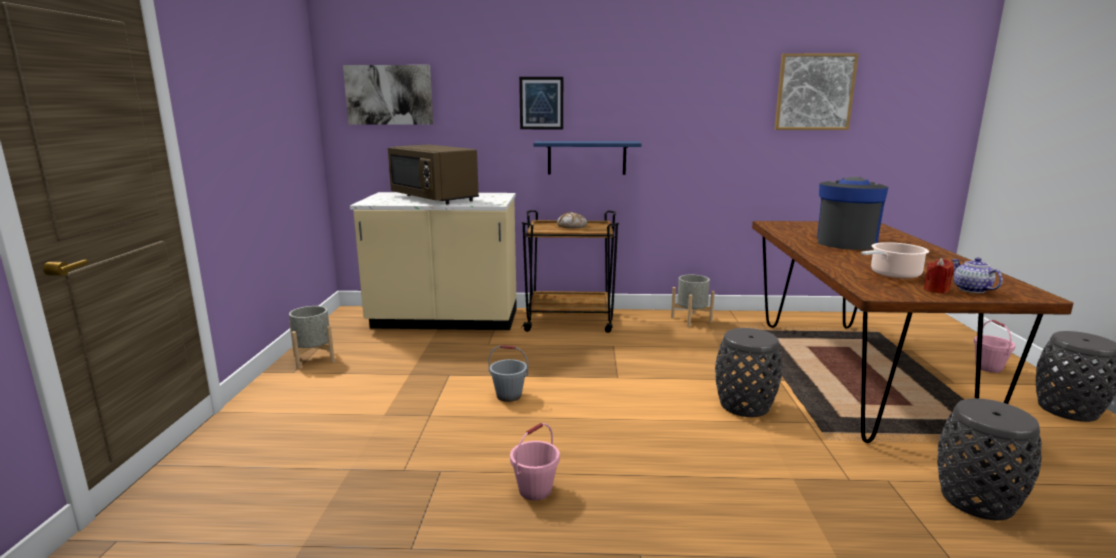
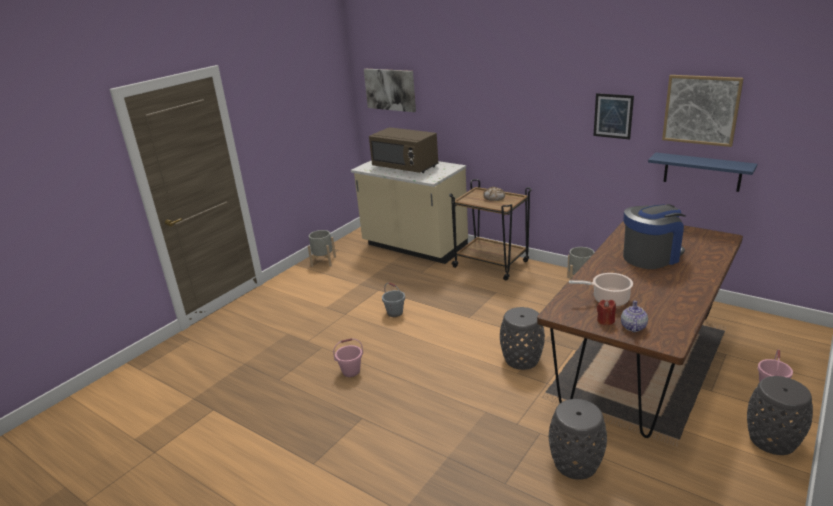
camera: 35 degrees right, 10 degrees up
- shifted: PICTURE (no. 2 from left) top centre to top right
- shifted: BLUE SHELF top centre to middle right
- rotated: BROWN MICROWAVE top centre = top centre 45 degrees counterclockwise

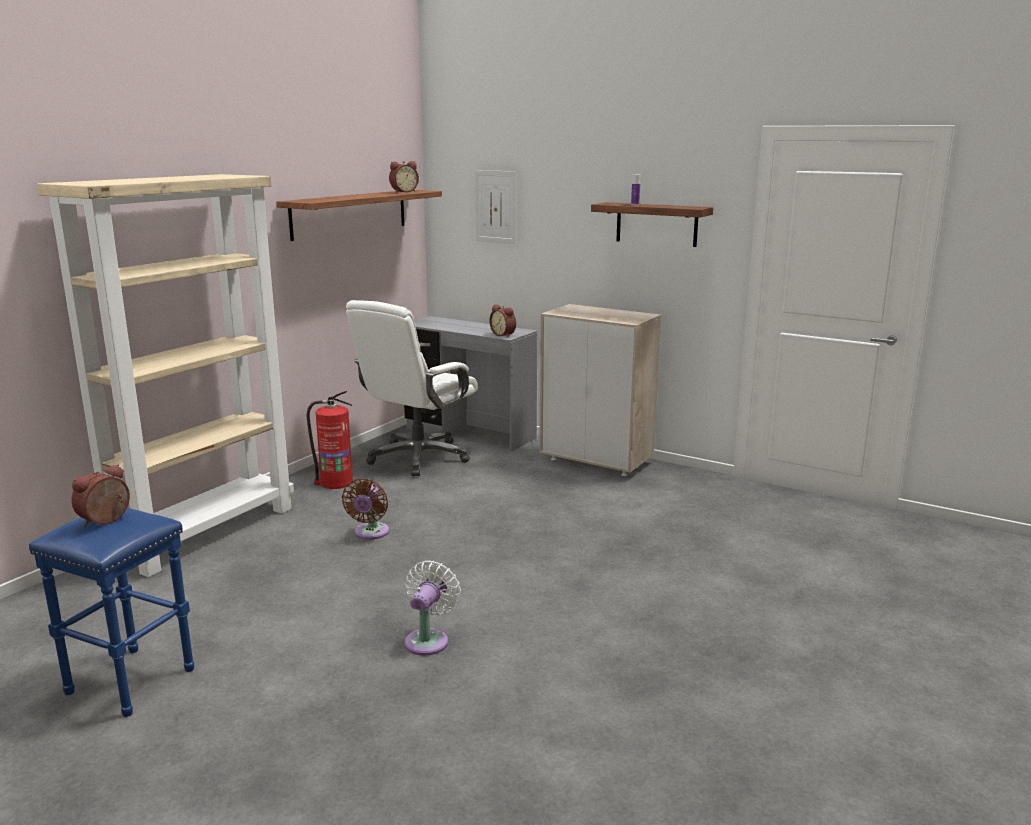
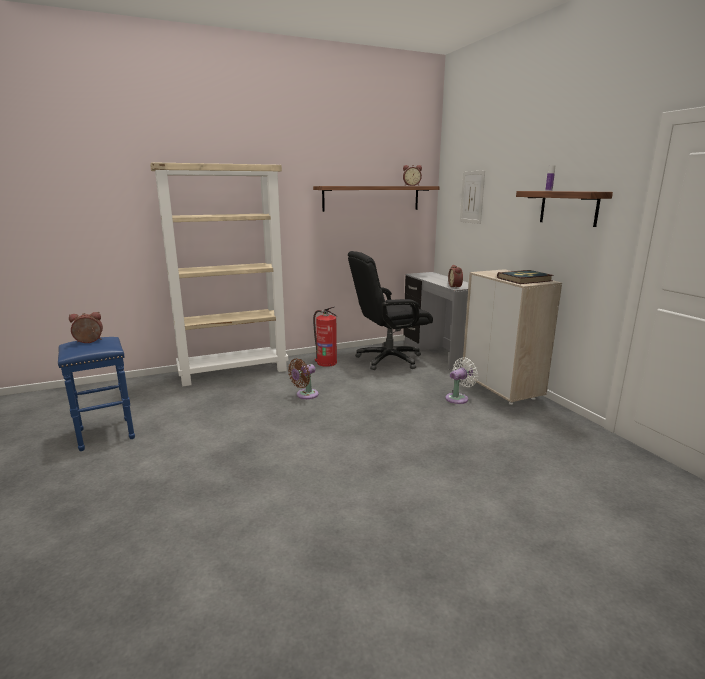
camera: 35 degrees right, 0 degrees up
- new: BOOK middle right
- shifted: WHITE FAN bottom centre to centre
- repainted: WHITE OFFICE CHAIR centre to BLACK OFFICE CHAIR centre

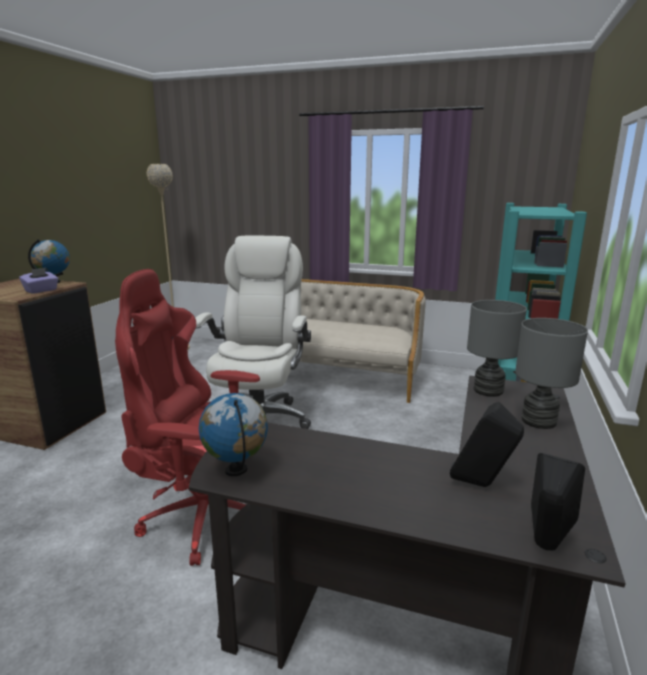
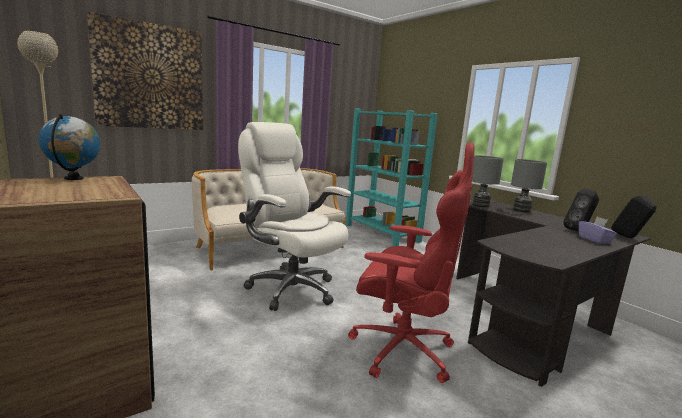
camera: 55 degrees left, 5 degrees down
- gone: GLOBE (no. 2 from left) centre
- new: PICTURE top left
- shifted: PURPLE TISSUE BOX middle left to middle right
- rotated: RED OFFICE CHAIR middle left = centre 120 degrees counterclockwise

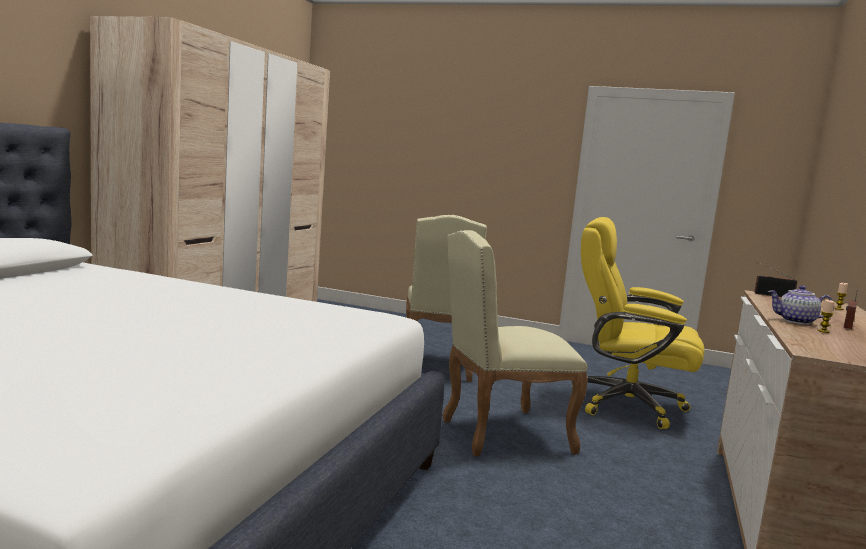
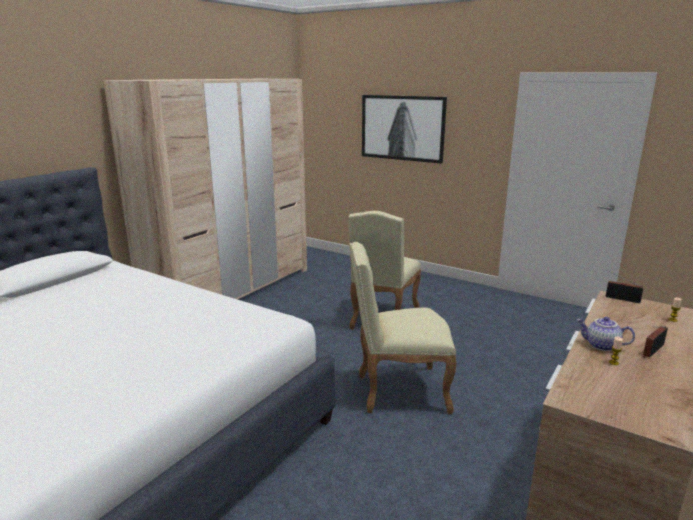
camera: 15 degrees right, 10 degrees up
- gone: YELLOW OFFICE CHAIR middle right
- new: PICTURE top centre

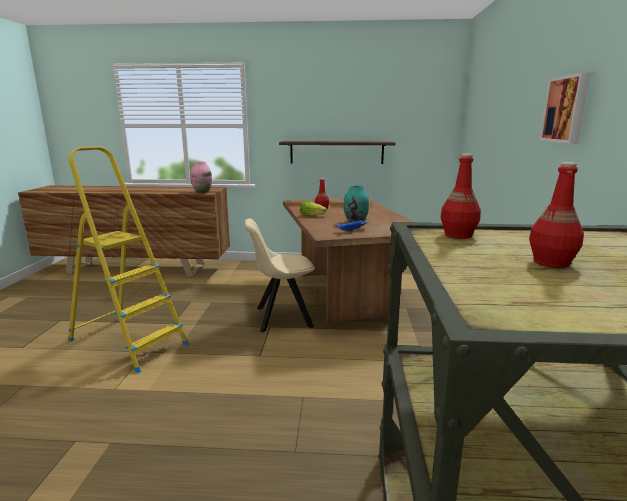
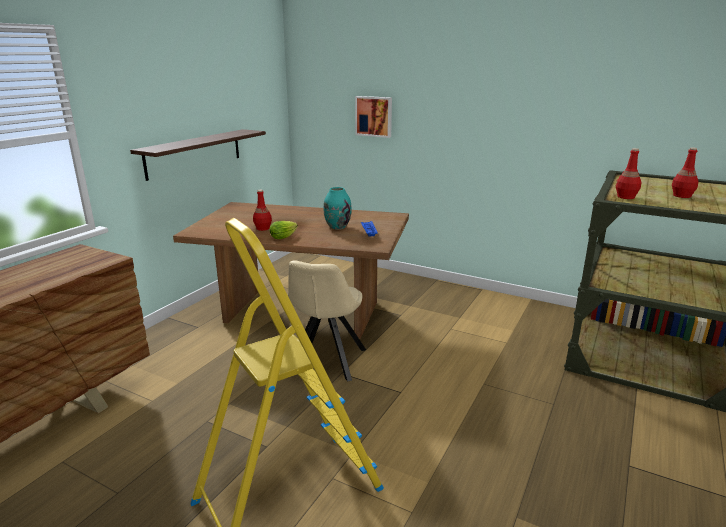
camera: 65 degrees left, 5 degrees up
- gone: PINK VASE middle left
- shifted: PICTURE top right to top centre

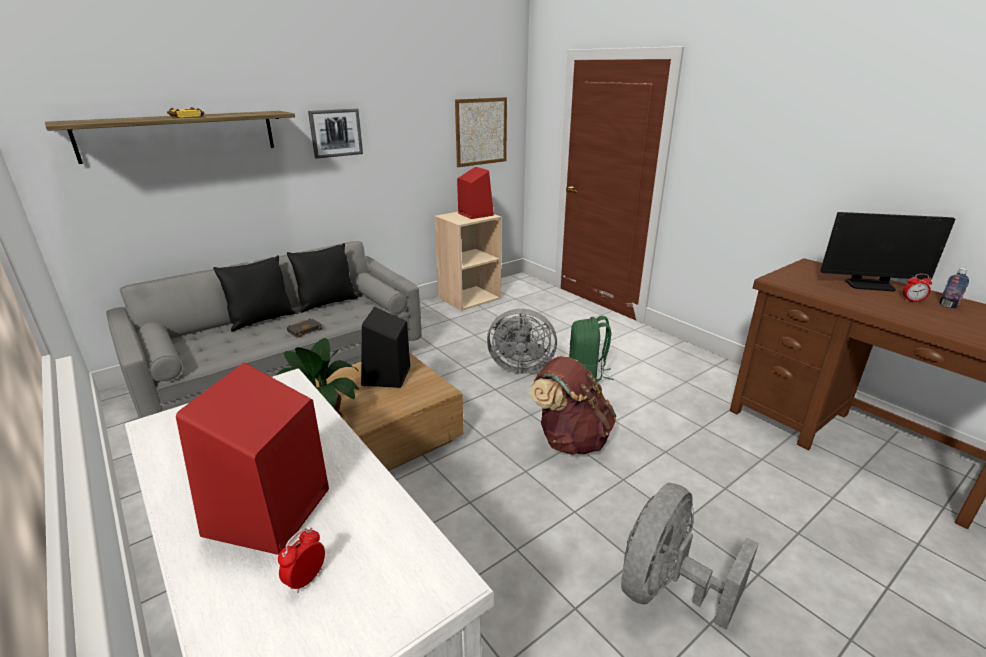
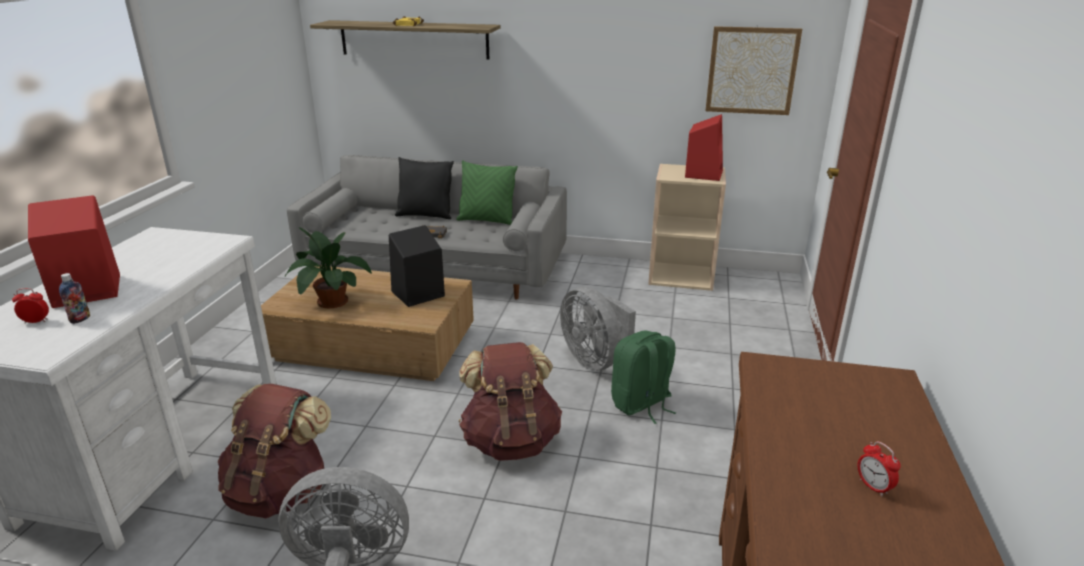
camera: 50 degrees right, 0 degrees up
- gone: PICTURE (no. 1 from left) top centre
- gone: MONITOR middle right
- new: BROWN BACKPACK (no. 1 from left) bottom left
- shifted: BOTTLE middle right to middle left
- repainted: BLACK PILLOW (no. 2 from left) middle left to GREEN PILLOW centre

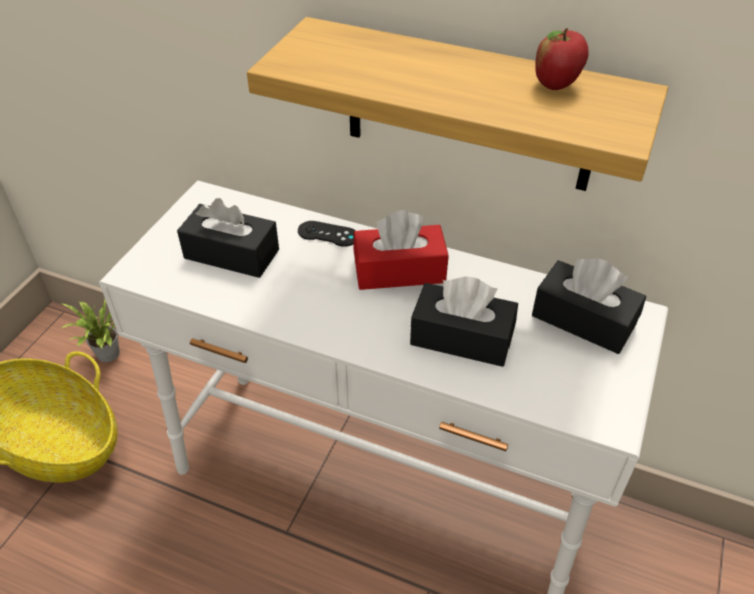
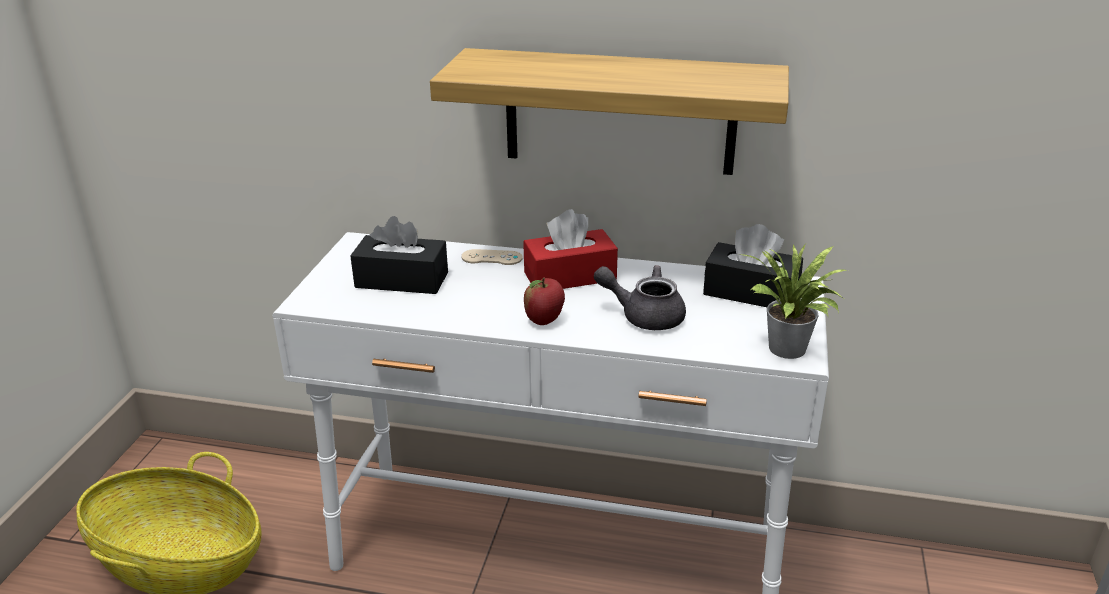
camera: 10 degrees left, 15 degrees down
- shifted: POTTED PLANT middle left to middle right
- shifted: APPLE top right to centre
- swapped: BLACK TISSUE BOX (no. 2 from left) centre to GREY TEAPOT centre
- repainted: BLACK GAME CONTROLLER centre to BEIGE GAME CONTROLLER centre

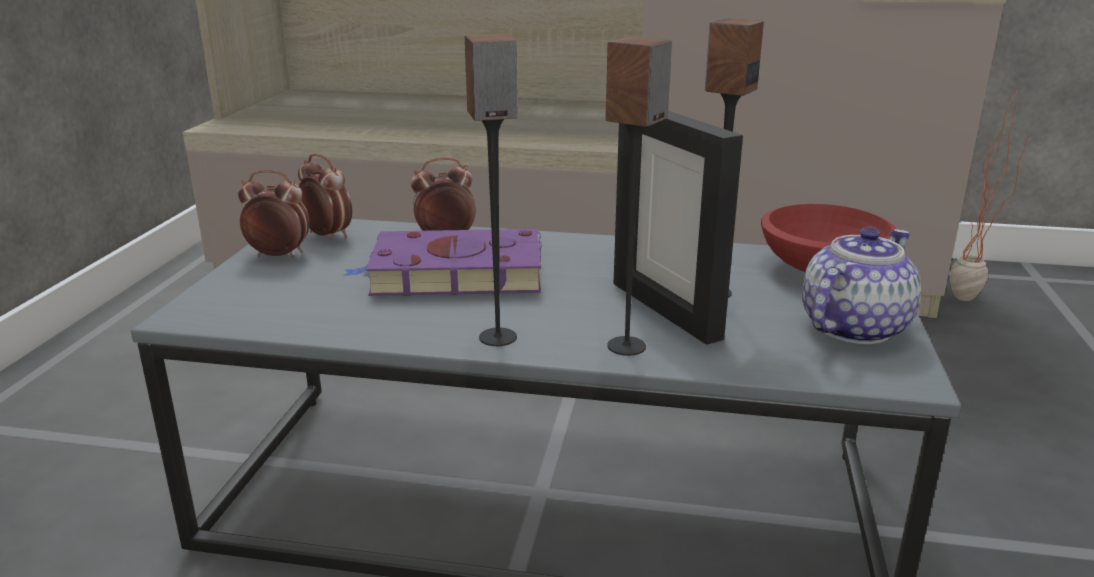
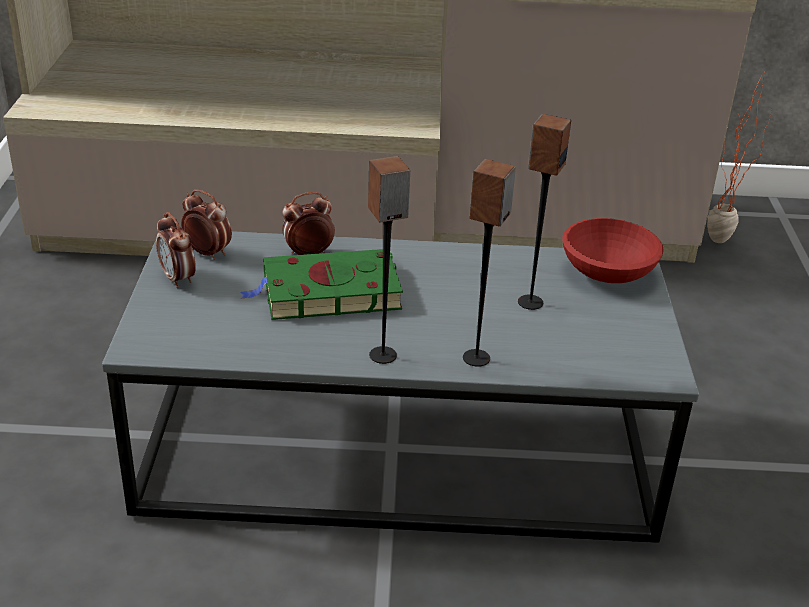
camera: 10 degrees left, 10 degrees up
- gone: PICTURE FRAME centre
- gone: TEAPOT middle right
- repainted: PURPLE BOOK centre to GREEN BOOK centre
- rotated: ALARM CLOCK (no. 1 from left) middle left = middle left 120 degrees counterclockwise

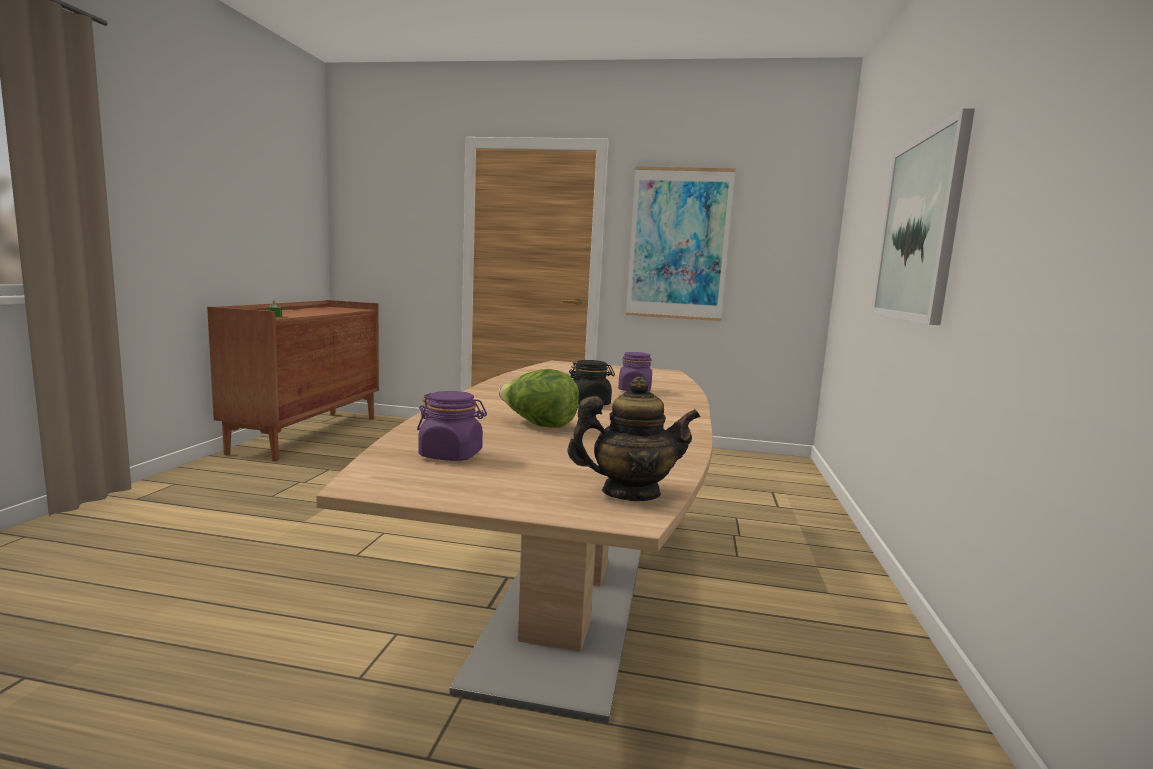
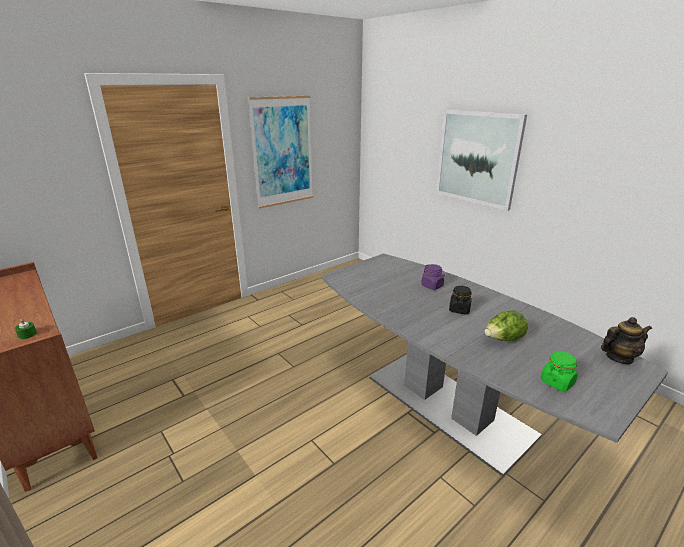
camera: 50 degrees left, 15 degrees up
- repainted: BROWN DINING TABLE bottom centre to GREY DINING TABLE bottom right
- repainted: PURPLE JAR (no. 1 from left) centre to GREEN JAR bottom right
- rotated: TEAPOT centre = middle right 45 degrees clockwise

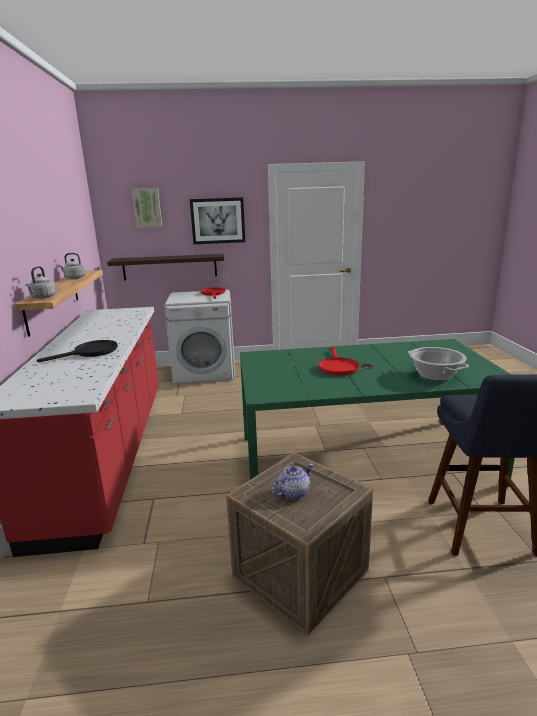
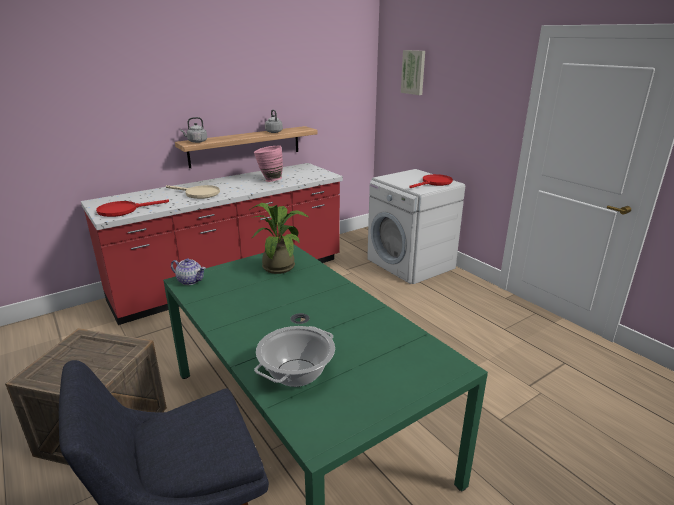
camera: 60 degrees right, 5 degrees up
- gone: SHELF (no. 2 from left) middle left
- gone: PICTURE (no. 2 from left) top centre
- new: POTTED PLANT centre
- new: PINK VASE top centre
- shifted: TEAPOT bottom centre to middle left
- shifted: RED FRYING PAN (no. 2 from left in the first image) centre to RED FRYING PAN (no. 1 from left) middle left
- repainted: BLACK FRYING PAN middle left to BEIGE FRYING PAN middle left

